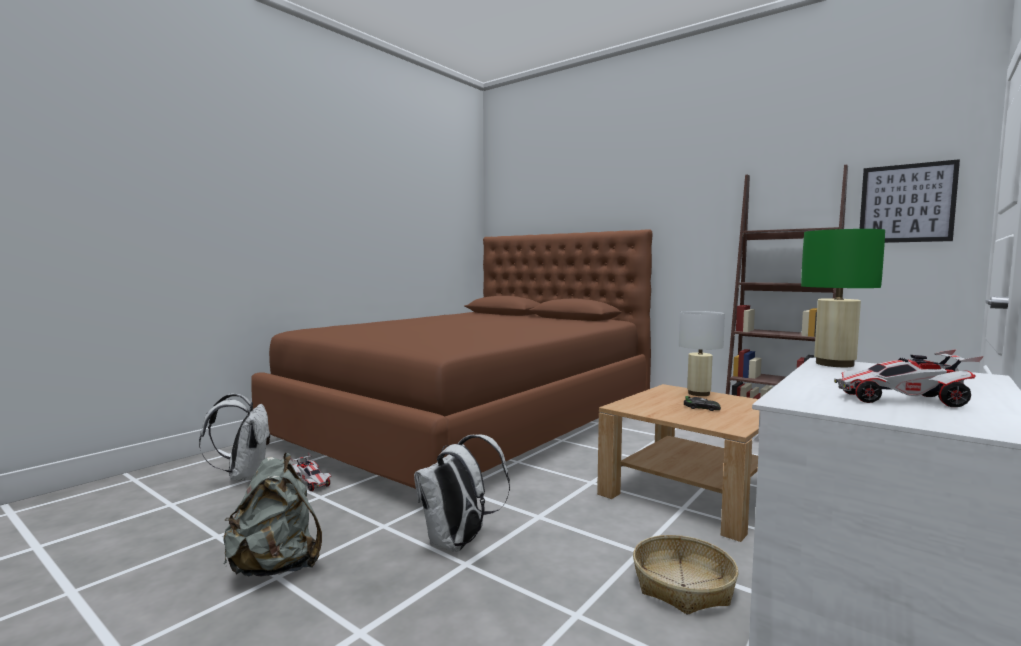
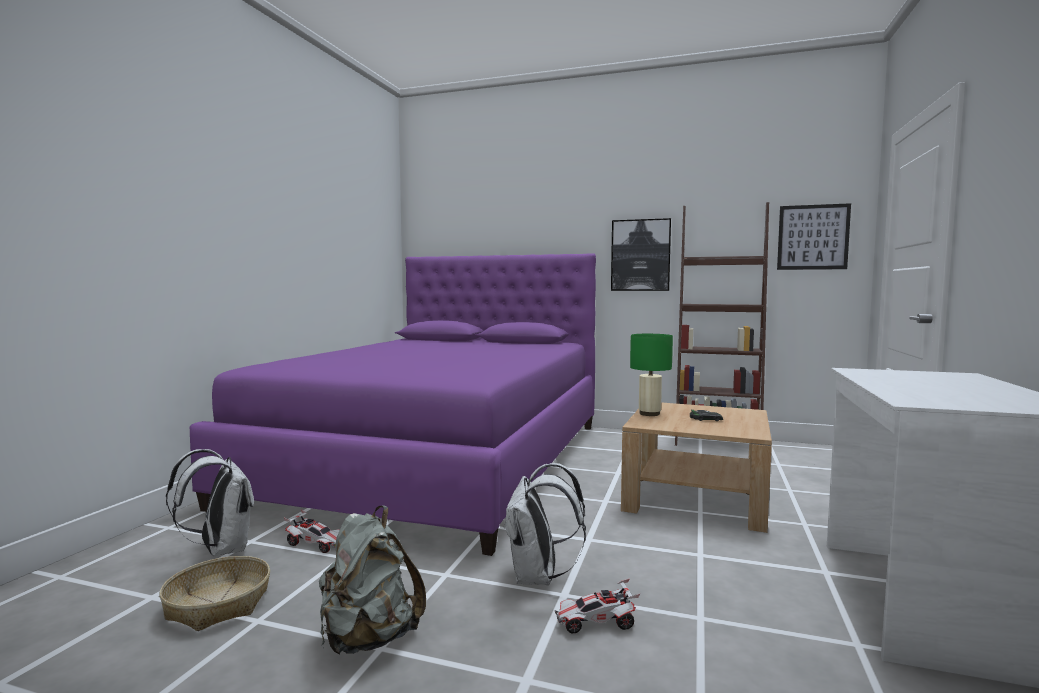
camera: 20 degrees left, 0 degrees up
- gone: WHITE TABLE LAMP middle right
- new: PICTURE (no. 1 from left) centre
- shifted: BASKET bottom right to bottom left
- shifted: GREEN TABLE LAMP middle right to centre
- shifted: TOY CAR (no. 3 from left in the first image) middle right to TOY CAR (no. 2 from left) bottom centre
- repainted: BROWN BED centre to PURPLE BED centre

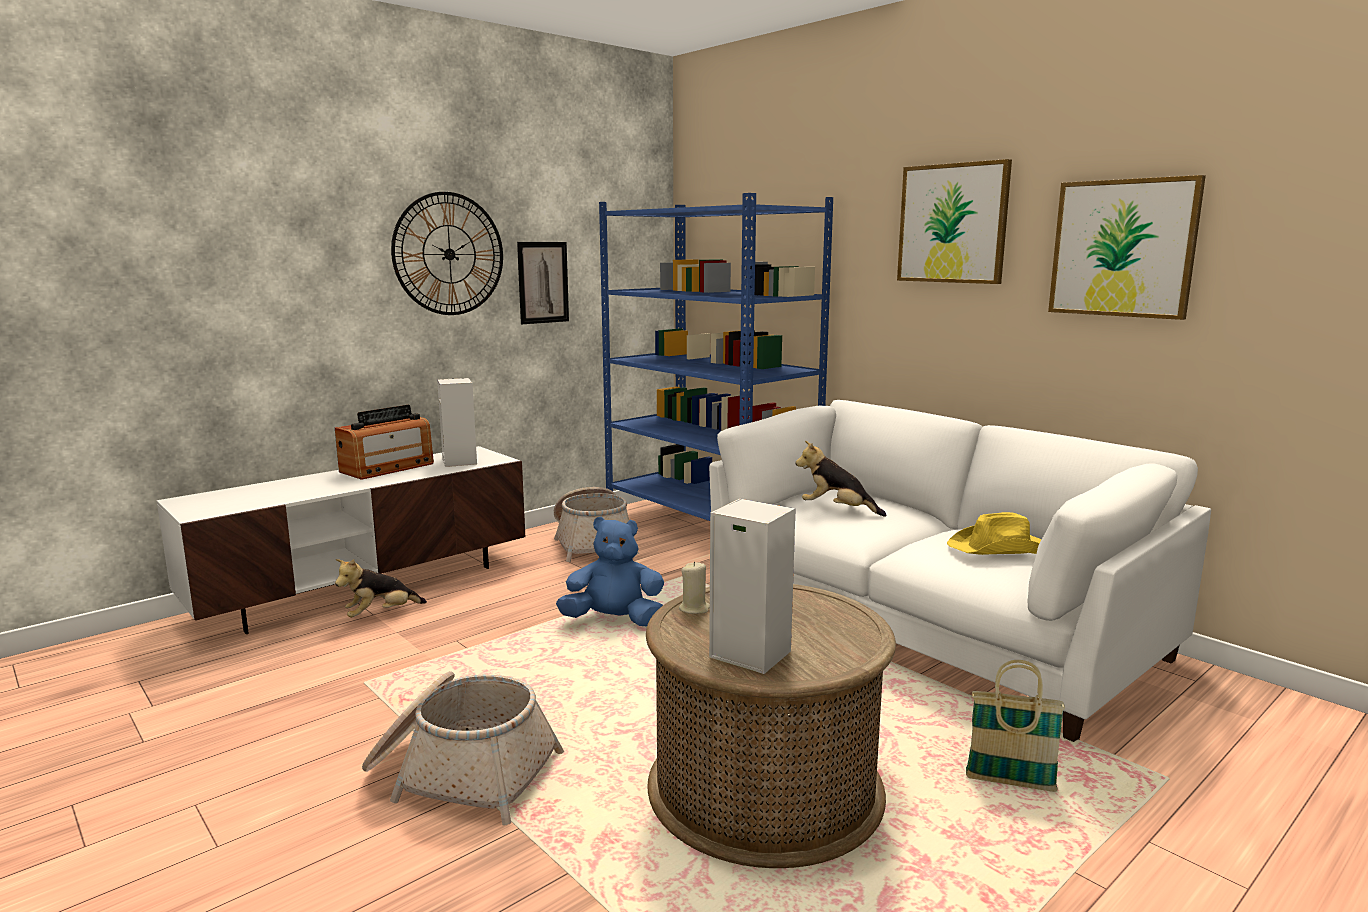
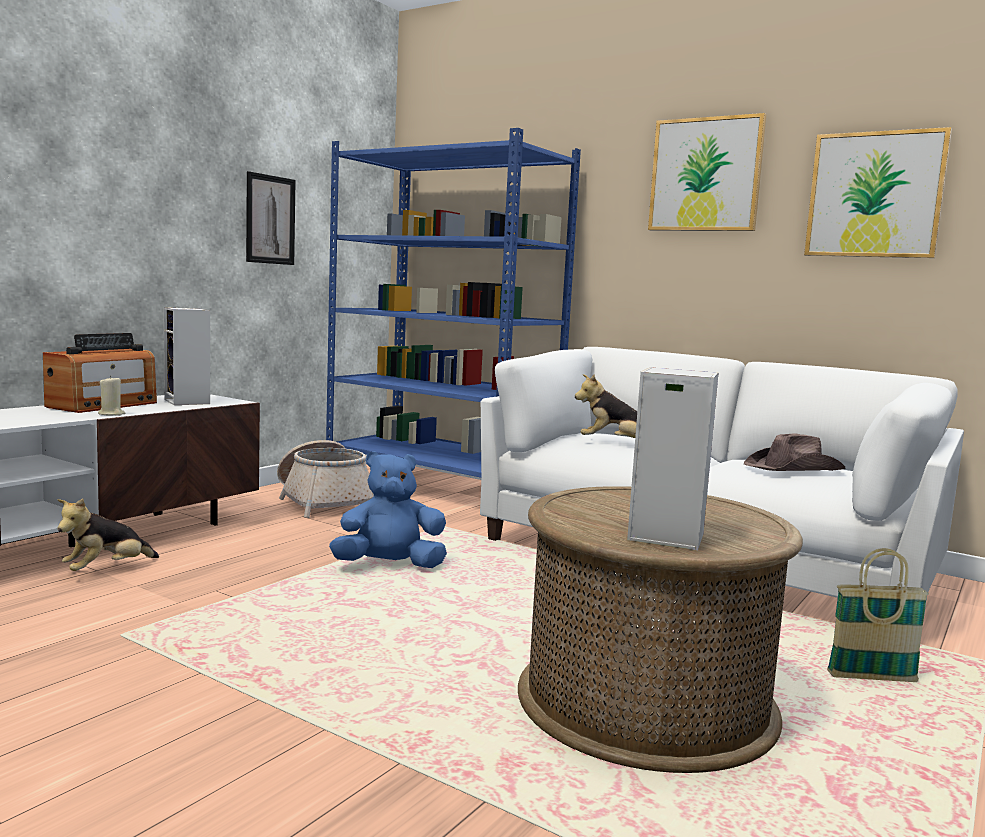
camera: 15 degrees left, 5 degrees down
- gone: BASKET (no. 1 from left) bottom centre
- gone: WALL CLOCK top left
- shifted: BEIGE CANDLE centre to middle left
- repainted: YELLOW HAT middle right to BROWN HAT middle right

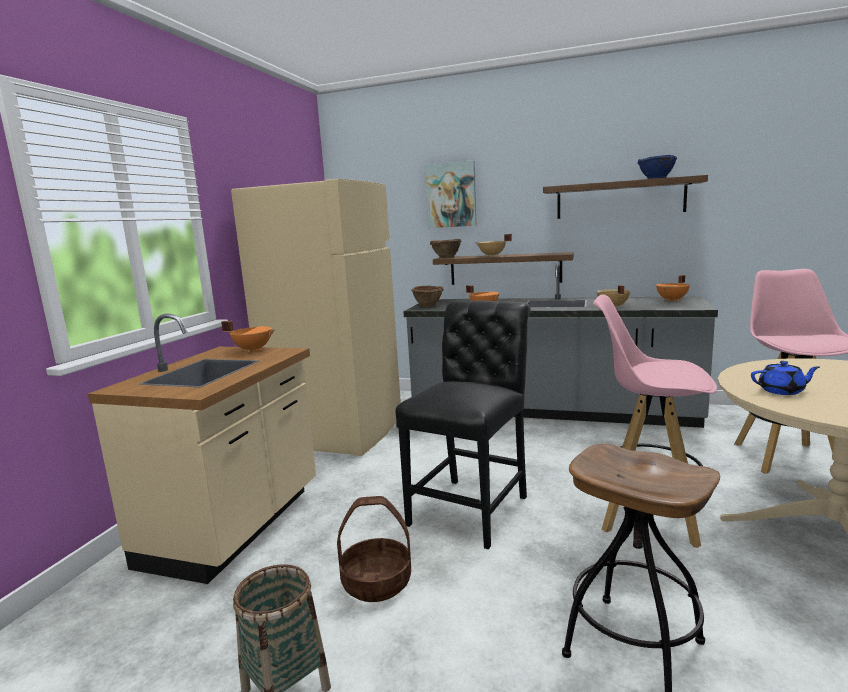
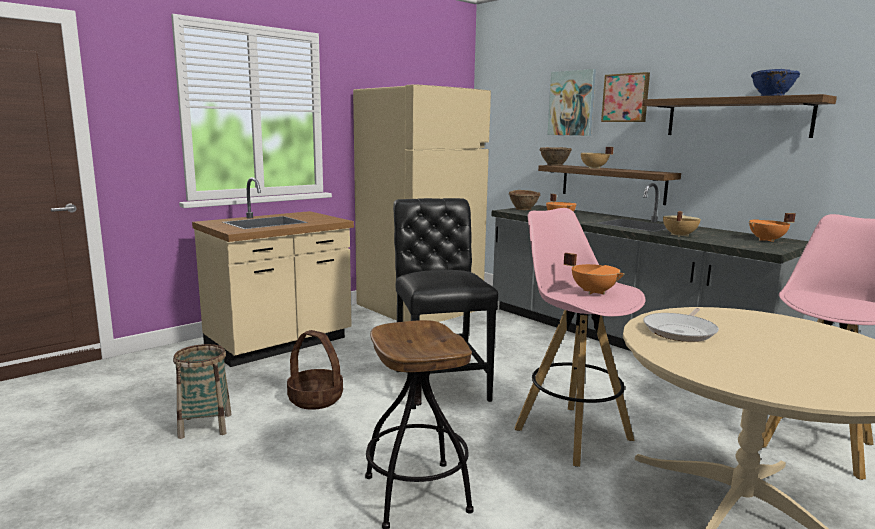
camera: 30 degrees right, 0 degrees up
- new: PICTURE (no. 2 from left) top right
- shifted: ORANGE COOKING POT (no. 1 from left in the first image) middle left to ORANGE COOKING POT (no. 2 from left) middle right
- swapped: BLUE TEAPOT middle right to FRYING PAN middle right
- rotated: BLACK CHAIR centre = centre 75 degrees counterclockwise

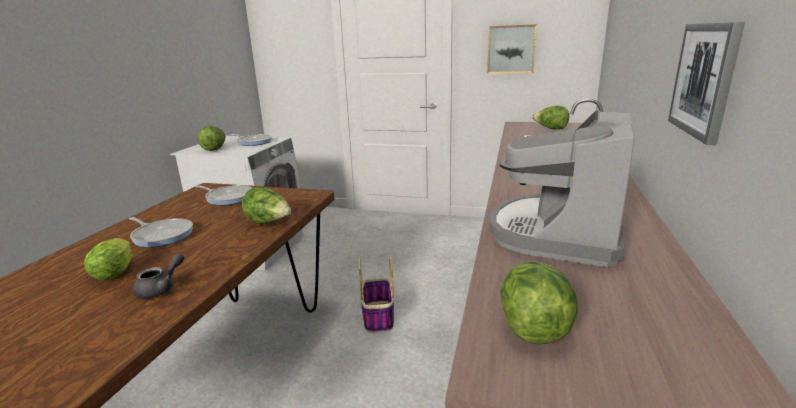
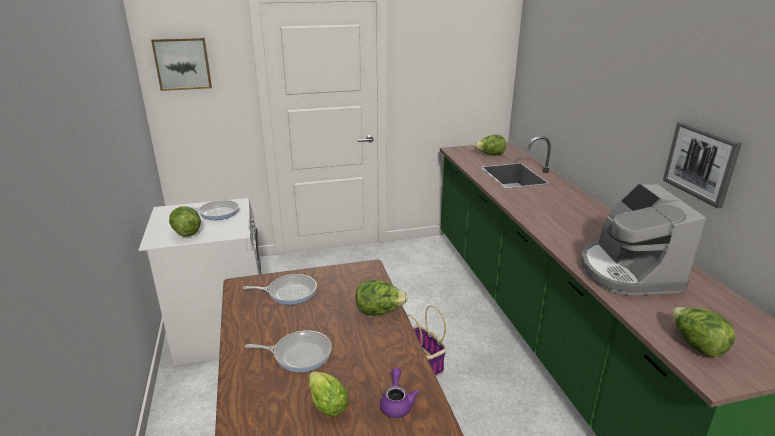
camera: 30 degrees left, 5 degrees up
- shifted: PICTURE (no. 1 from left) top centre to top left
- repainted: GREY TEAPOT bottom left to PURPLE TEAPOT bottom centre

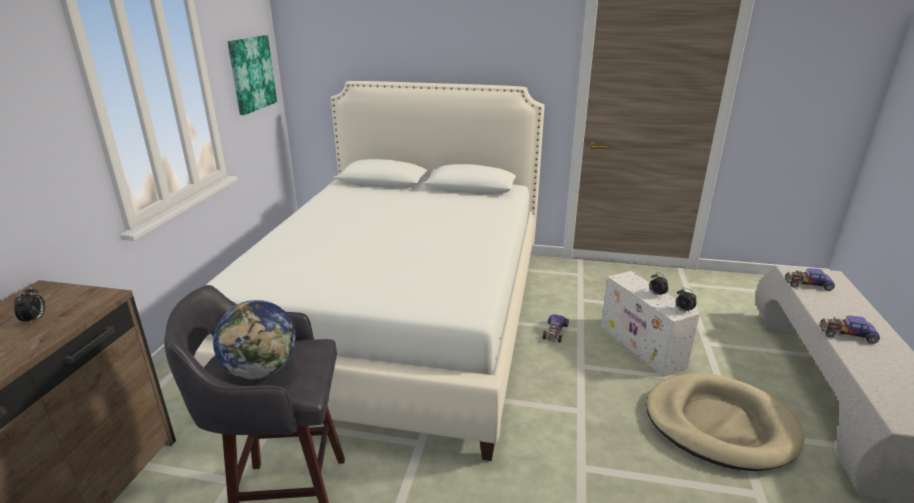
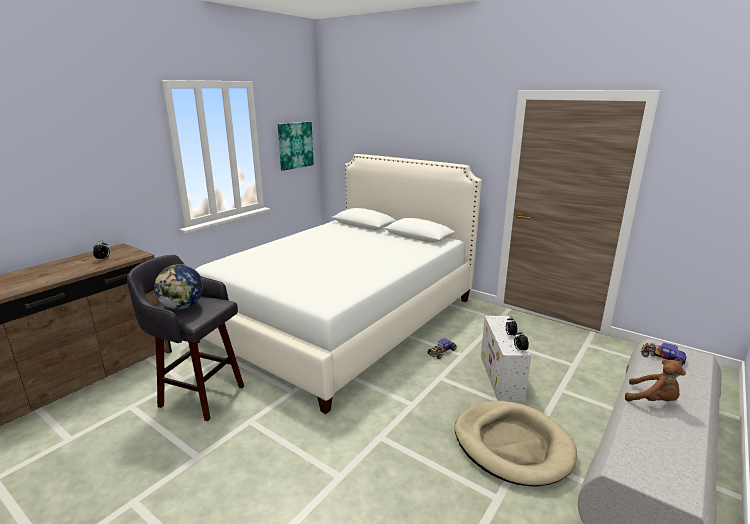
camera: 25 degrees right, 5 degrees down
- swapped: TOY CAR (no. 3 from left) middle right to BROWN PLUSH TOY bottom right

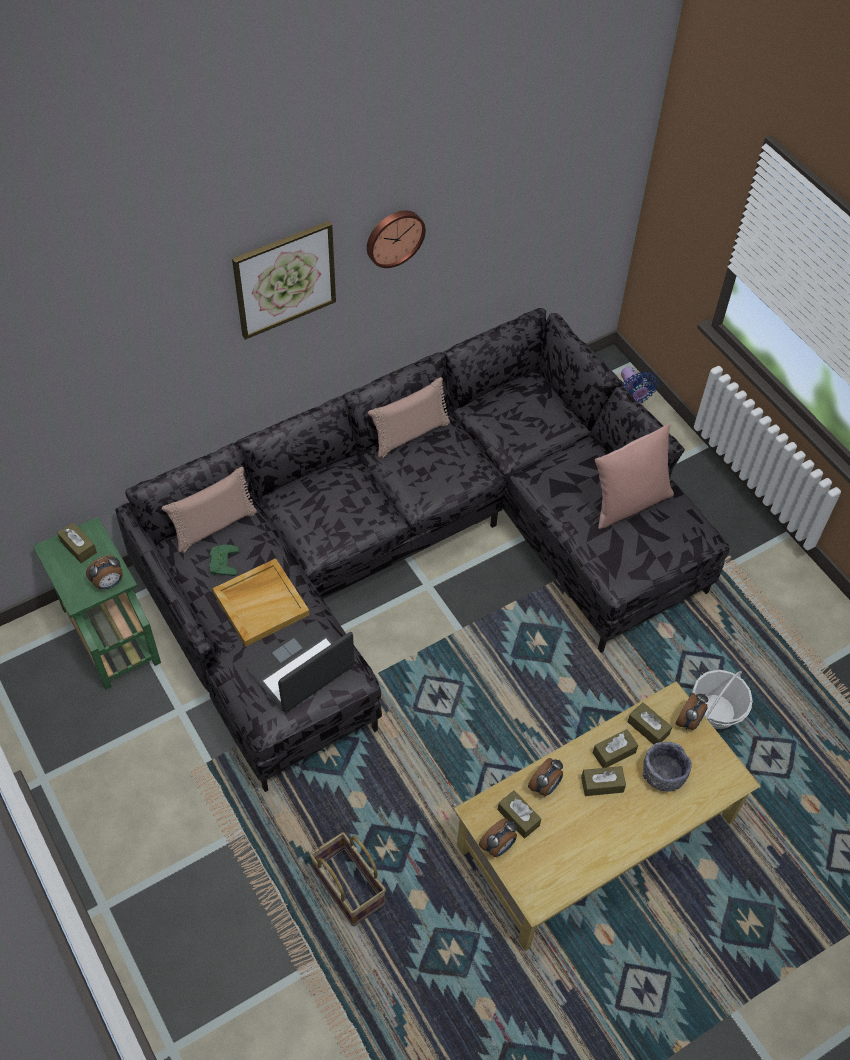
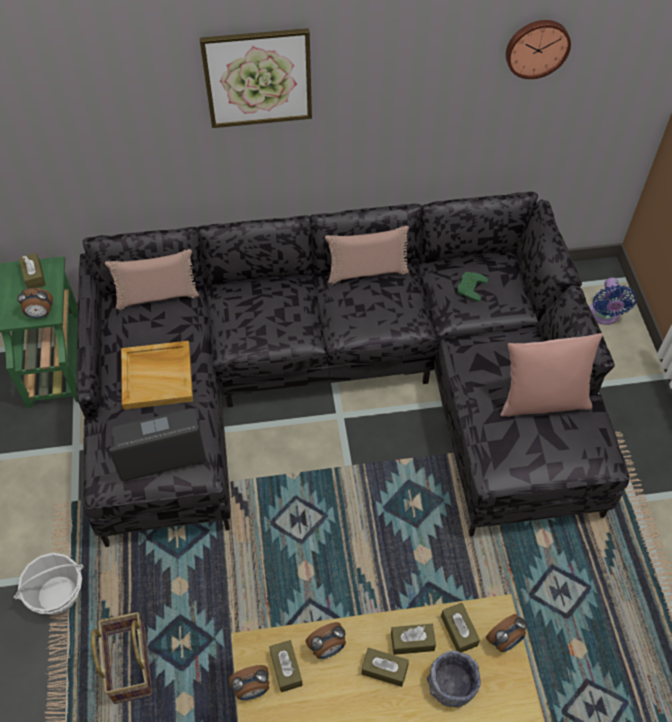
camera: 25 degrees right, 0 degrees up
- shifted: GREEN GAME CONTROLLER middle left to middle right
- shifted: WALL CLOCK top centre to top right
- shifted: BASKET (no. 2 from left in the first image) middle right to BASKET (no. 1 from left) bottom left

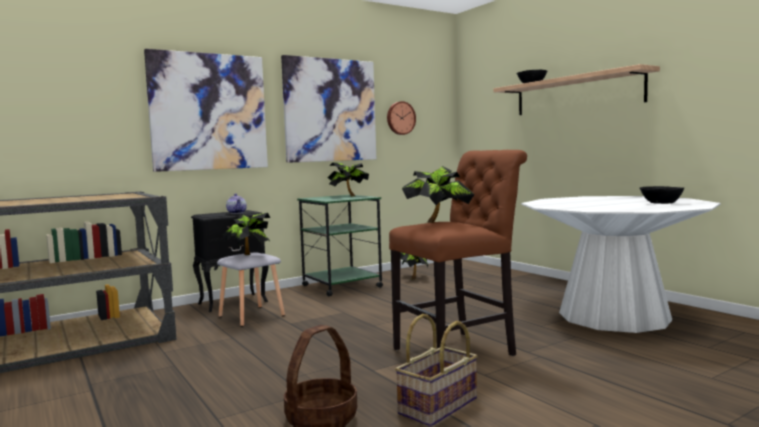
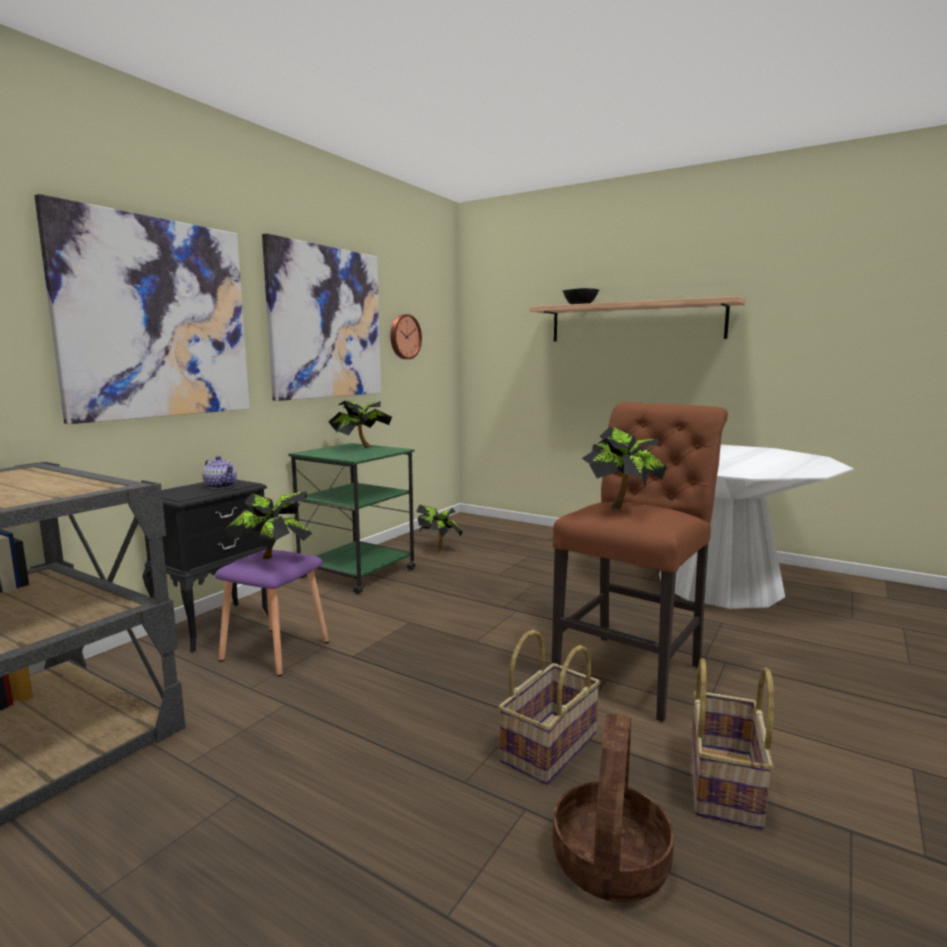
camera: 25 degrees left, 5 degrees up
- gone: BLACK BOWL (no. 2 from left) middle right
- new: BASKET (no. 1 from left) bottom centre
- repainted: GREY STOOL bottom left to PURPLE STOOL middle left

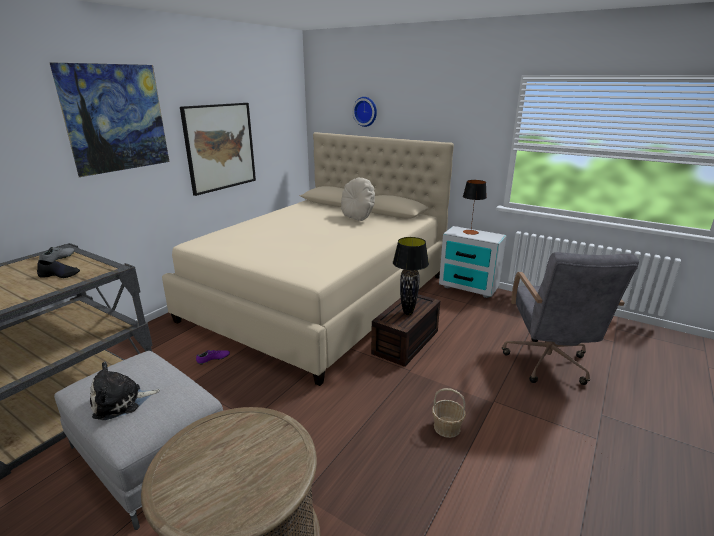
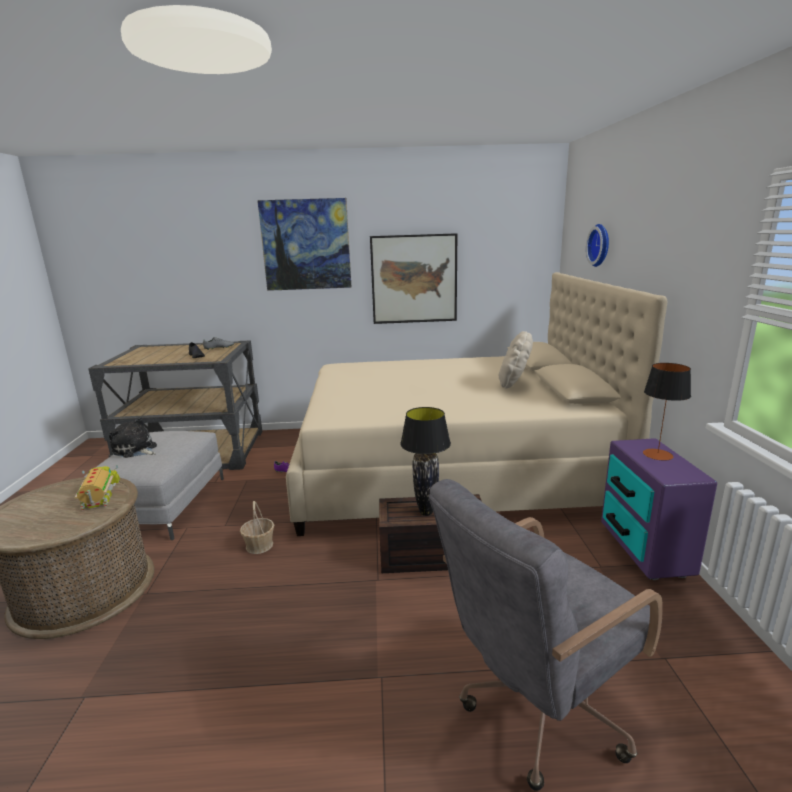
camera: 55 degrees right, 5 degrees down
- new: TOY TRUCK middle left
- shifted: BASKET bottom centre to middle left
- repainted: WHITE NIGHTSTAND centre to PURPLE NIGHTSTAND middle right

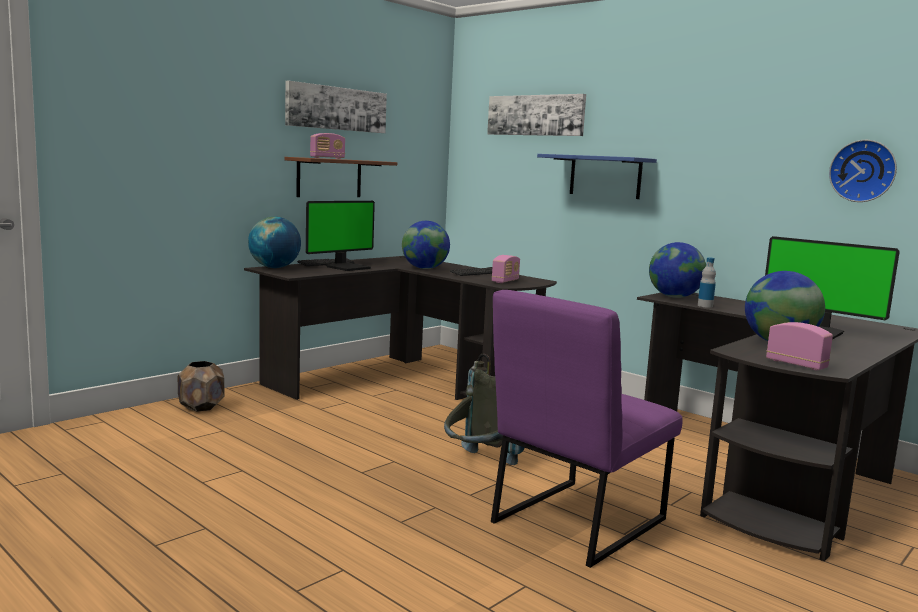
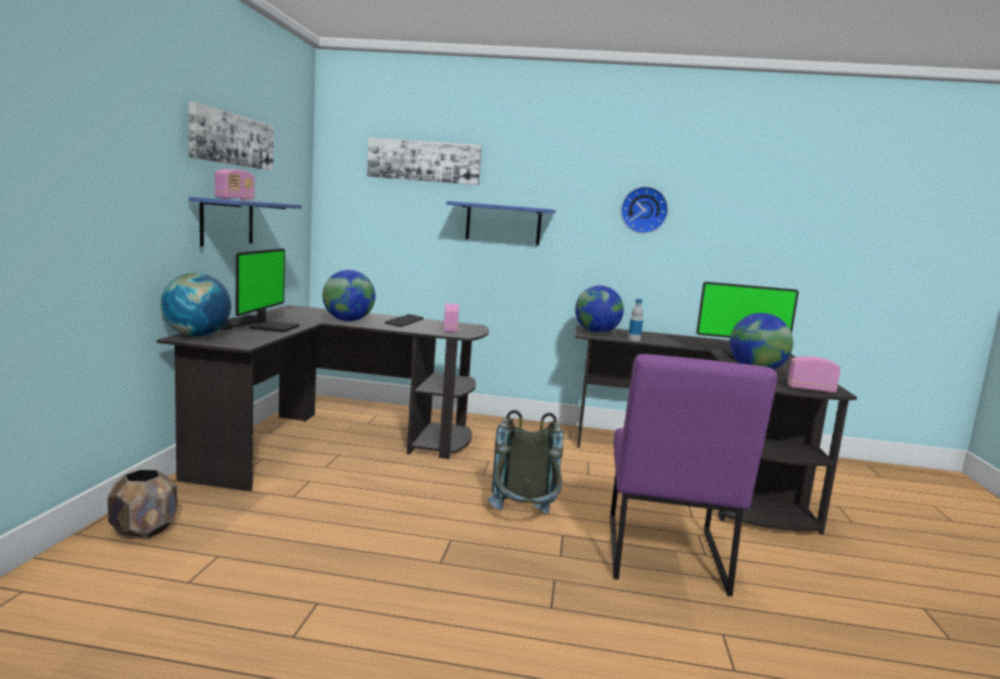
camera: 35 degrees left, 0 degrees up
- shifted: WALL CLOCK top right to top centre
- repainted: BROWN SHELF top centre to BLUE SHELF (no. 1 from left) top left

